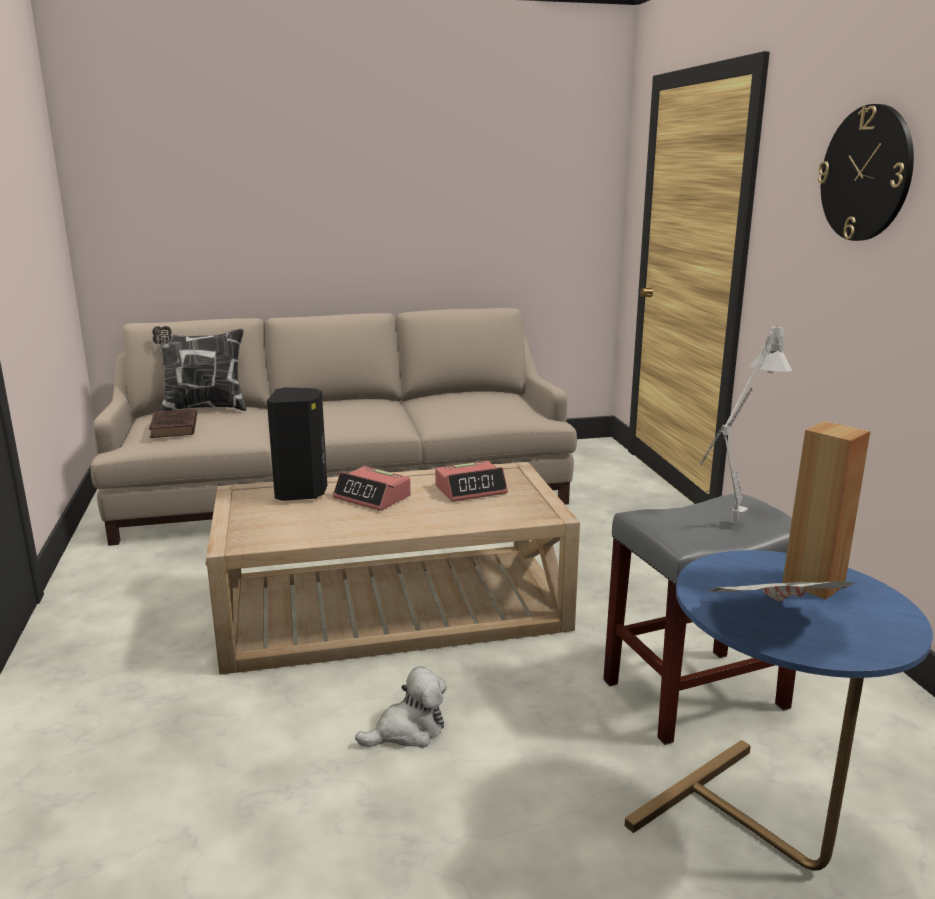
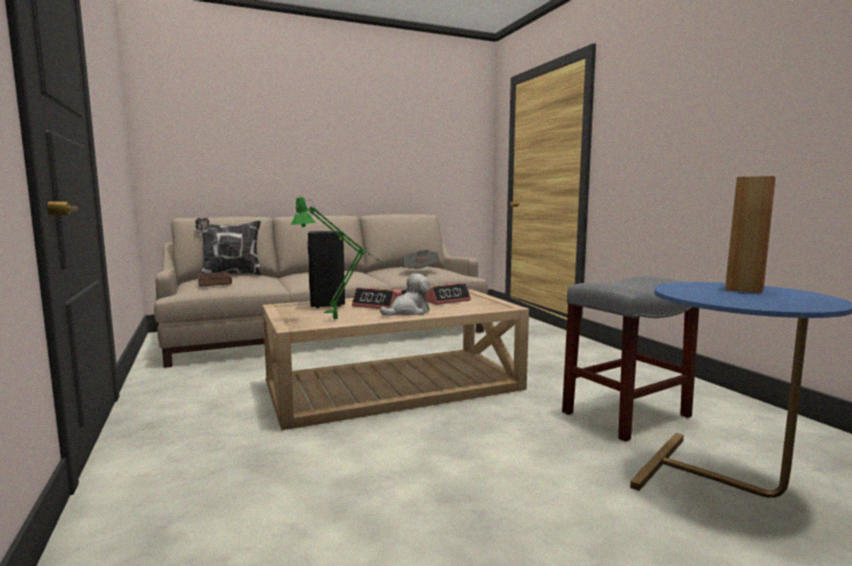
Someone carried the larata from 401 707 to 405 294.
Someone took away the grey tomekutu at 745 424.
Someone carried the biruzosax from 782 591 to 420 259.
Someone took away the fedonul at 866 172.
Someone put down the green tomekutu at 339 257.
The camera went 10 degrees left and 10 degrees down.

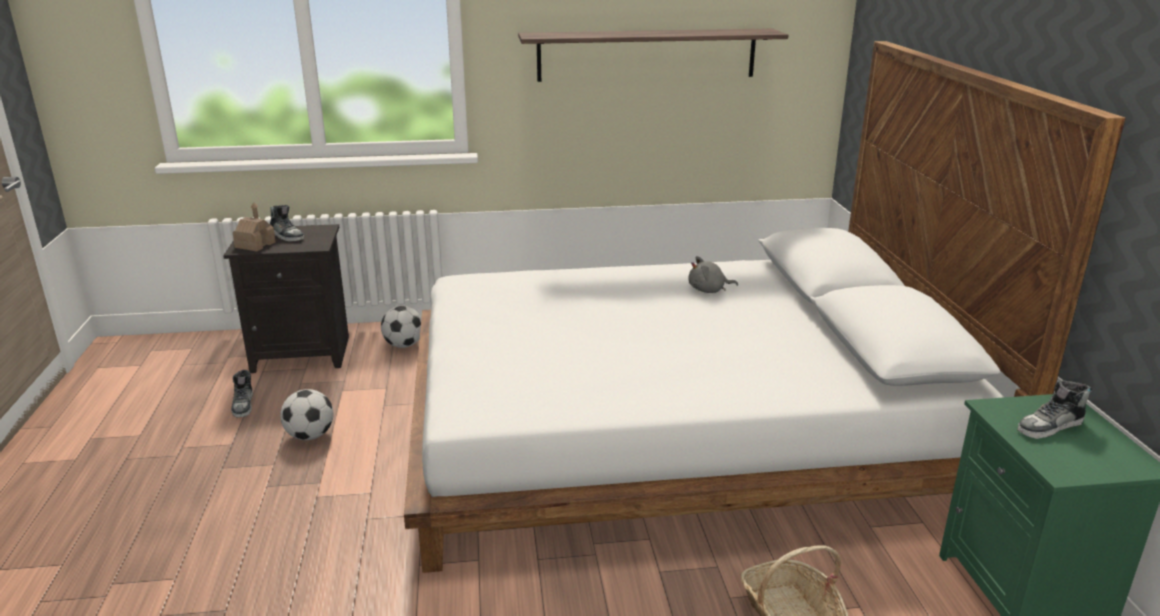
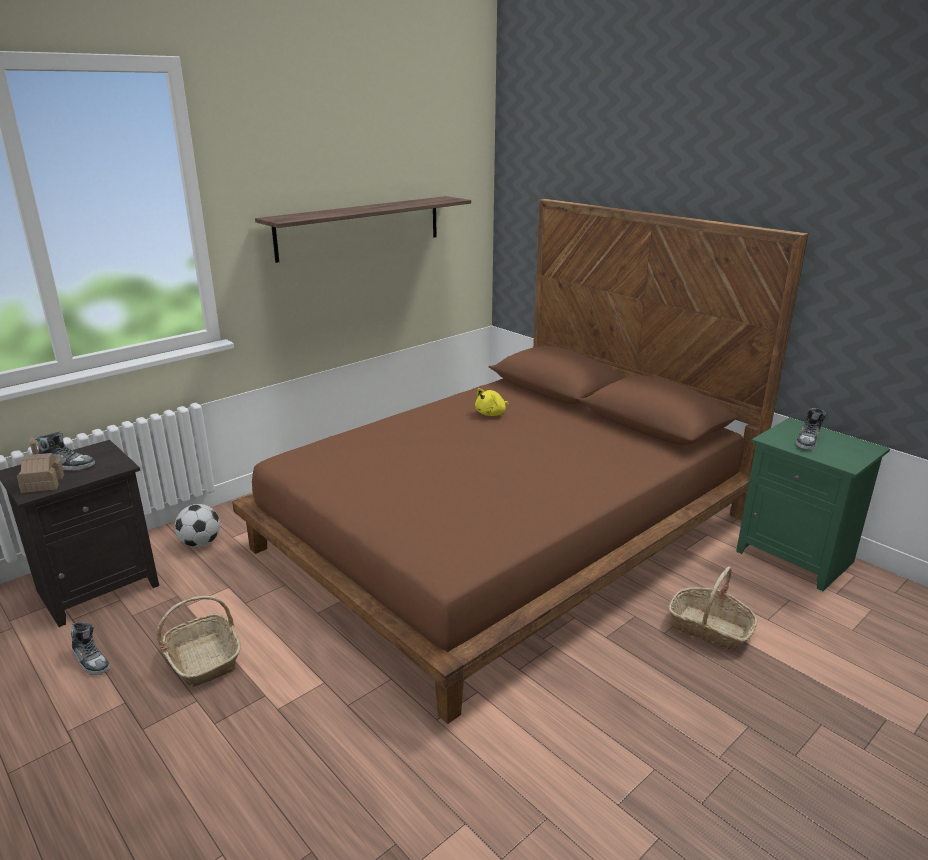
Someone swapped the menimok at 307 414 for the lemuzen at 199 641.
Someone repainted the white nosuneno at 765 307, which became the brown nosuneno at 520 461.
Someone repainted the grey larata at 713 274, which became the yellow larata at 492 402.
The camera went 35 degrees left and 0 degrees up.

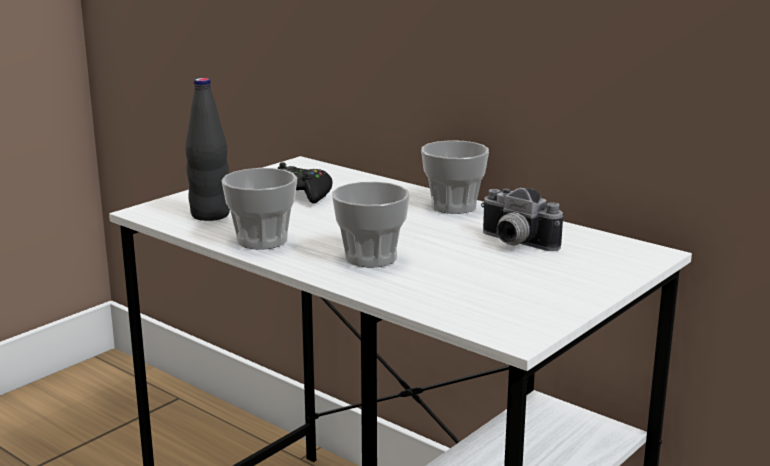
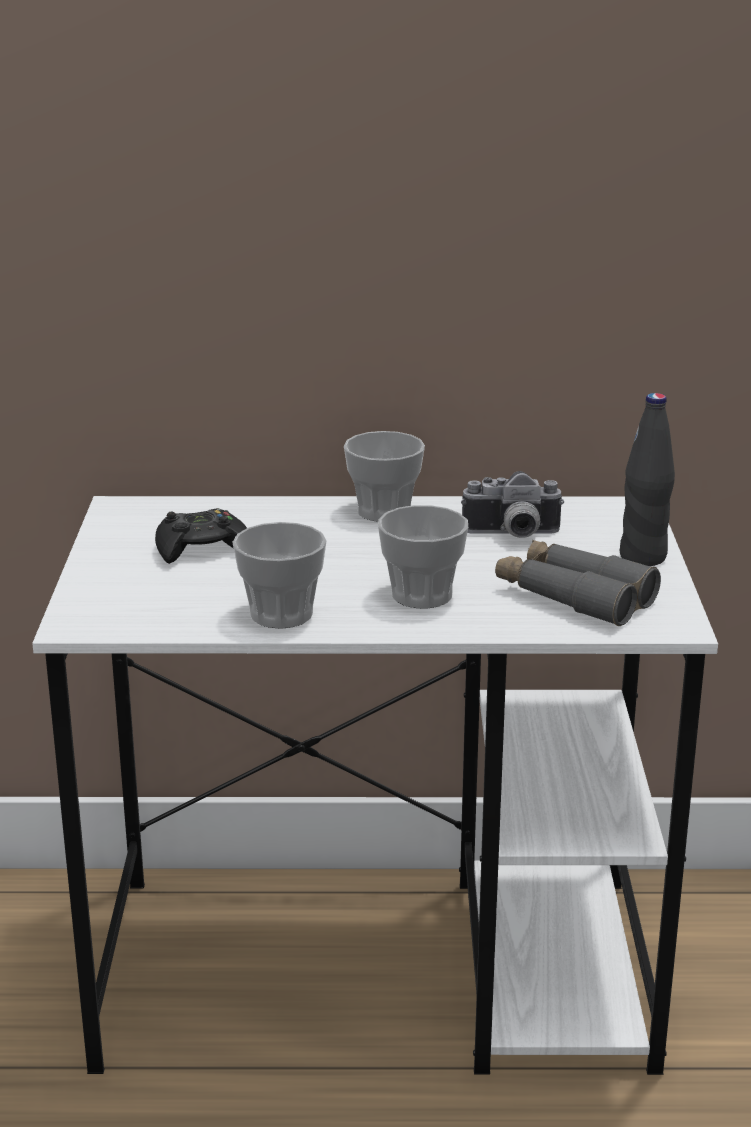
Someone carried the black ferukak from 207 149 to 647 479.
Someone put down the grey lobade at 578 583.
The camera went 40 degrees left and 5 degrees up.

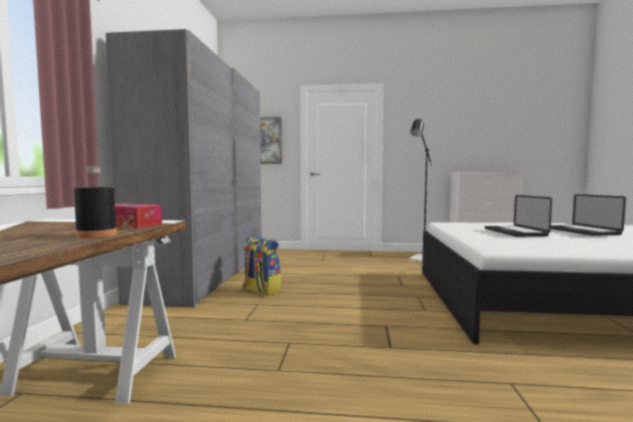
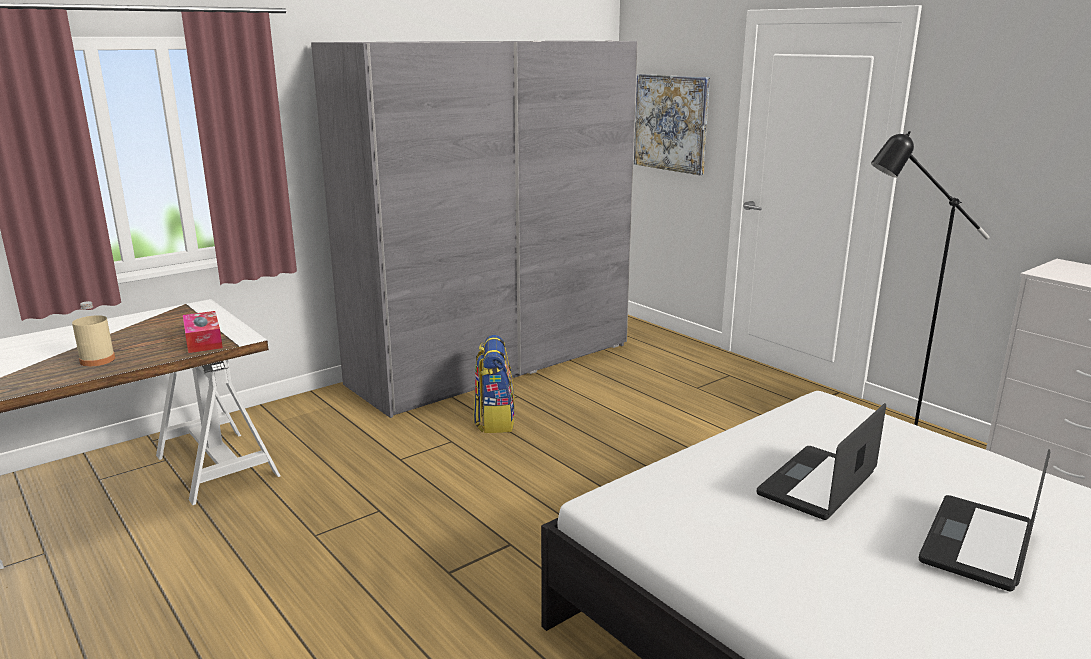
Someone took away the black ferukak at 95 202.
Someone put down the beige ferukak at 93 333.
The camera went 45 degrees right and 15 degrees up.

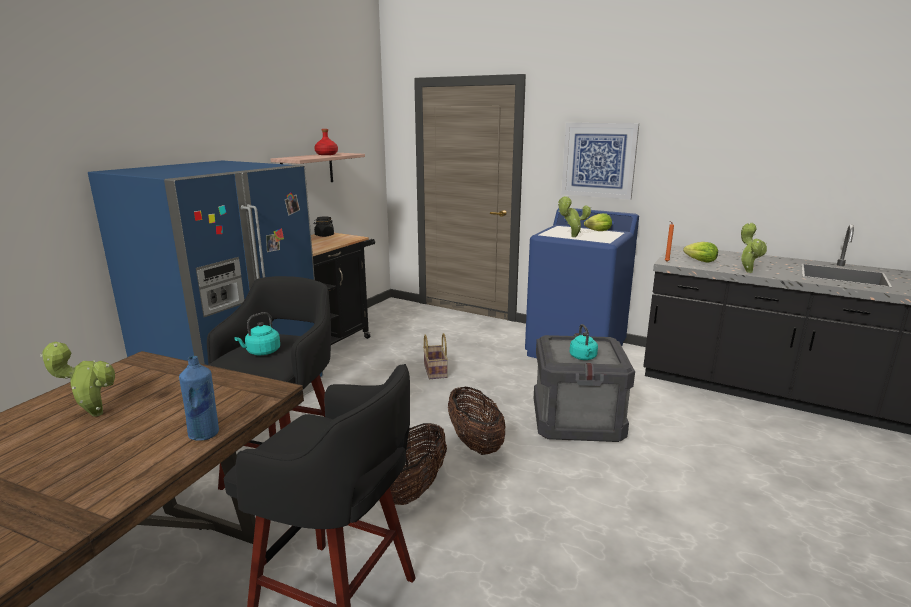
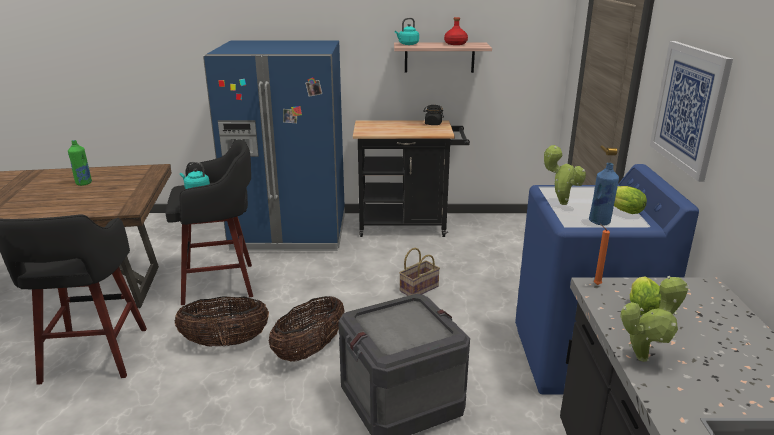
Someone swapped the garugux at 77 379 for the green ferukak at 80 163.
Someone carried the blue ferukak from 199 398 to 604 194.
Someone carried the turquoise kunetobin from 584 342 to 407 31.
The camera went 60 degrees right and 5 degrees up.

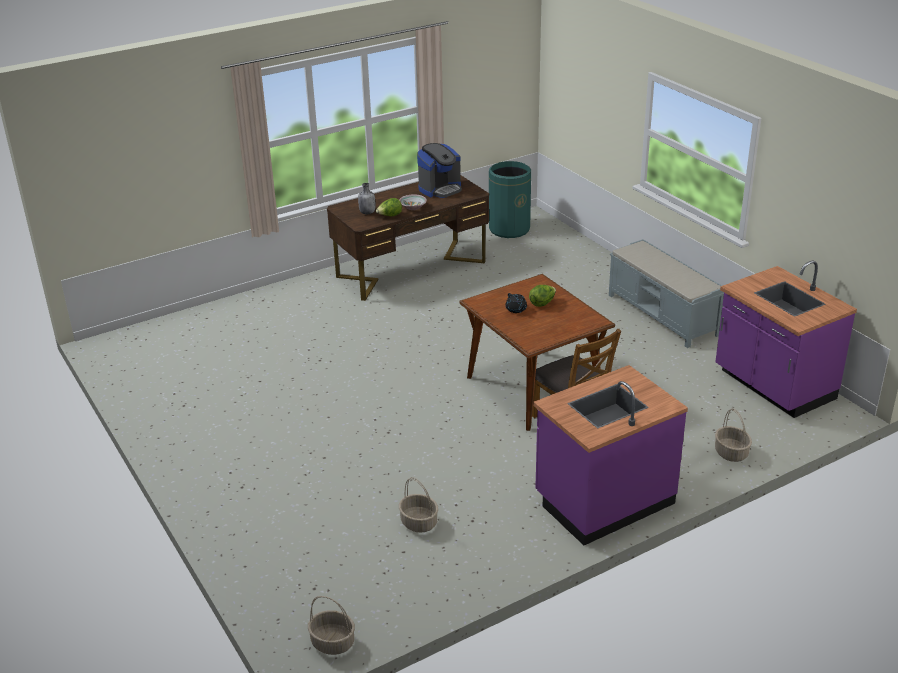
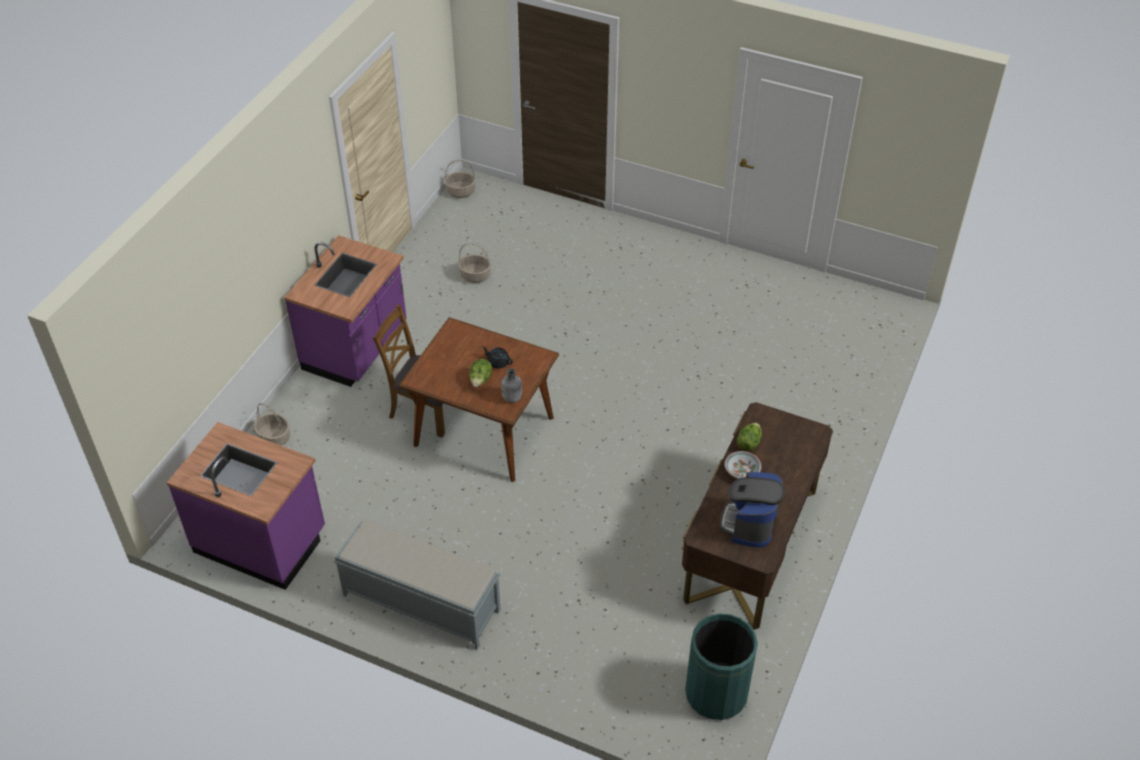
Someone carried the grey ferukak from 366 198 to 511 385.
The camera went 145 degrees right and 15 degrees up.

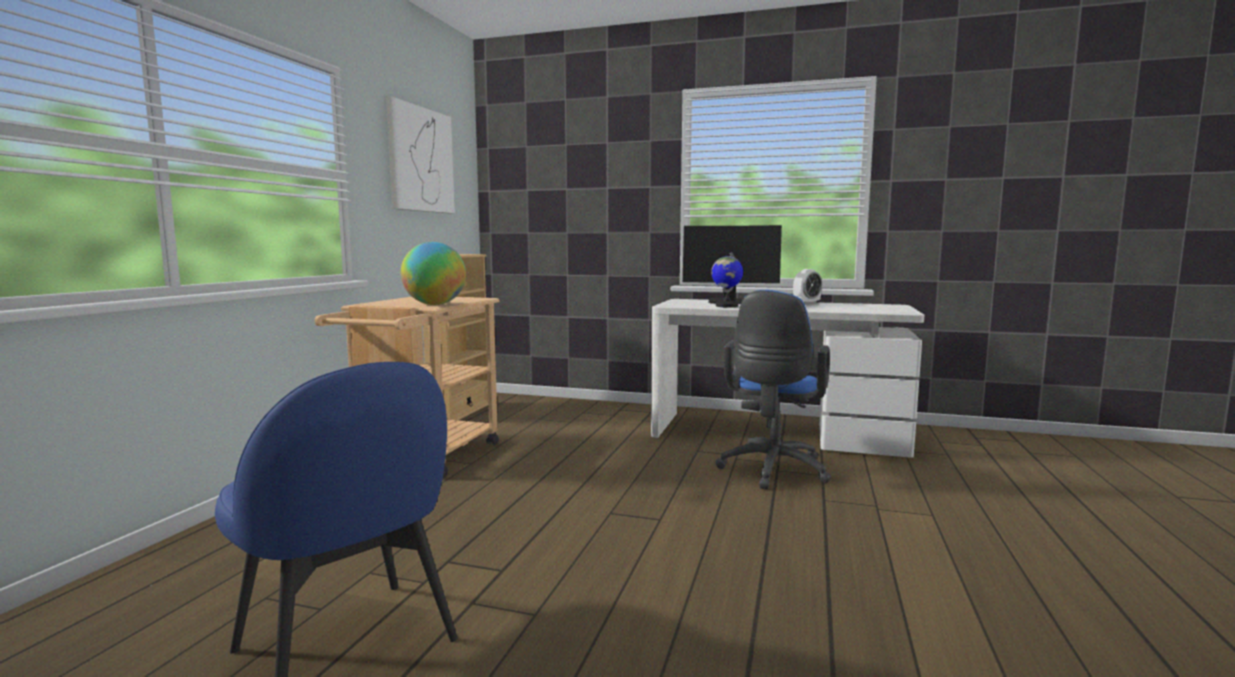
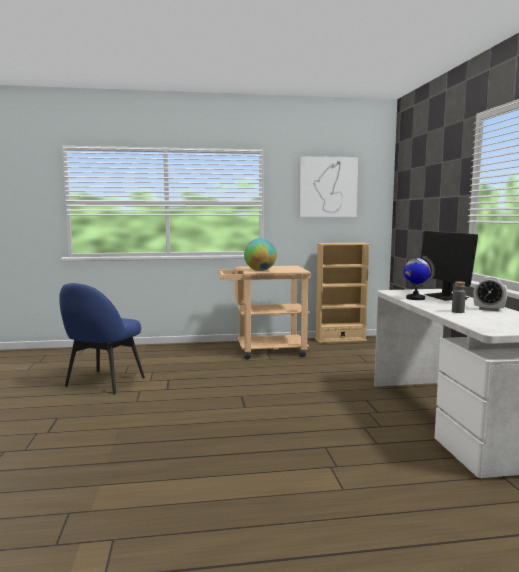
Someone took away the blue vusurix at 774 389.
Someone put down the grey ferukak at 459 297.
The camera went 65 degrees right and 0 degrees up.

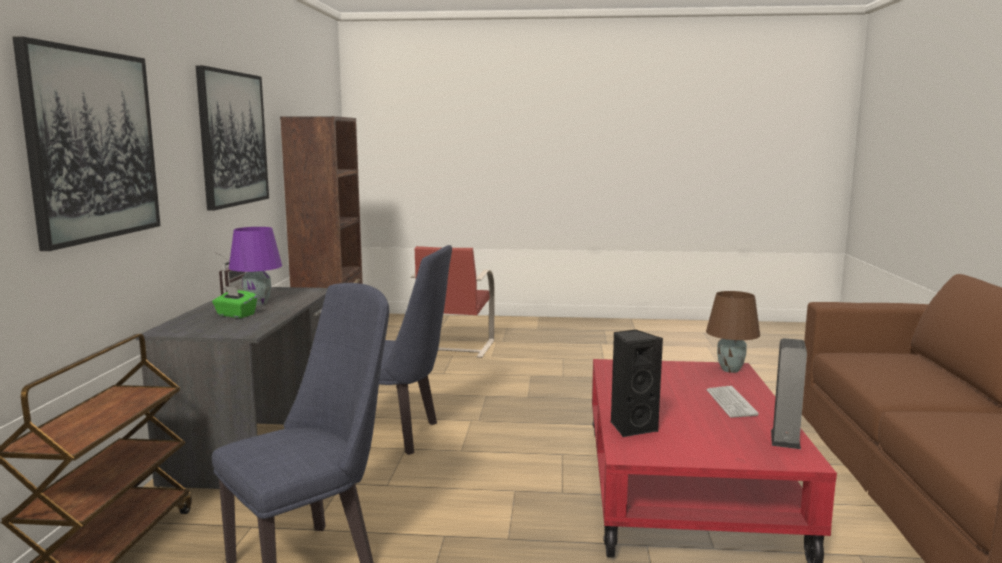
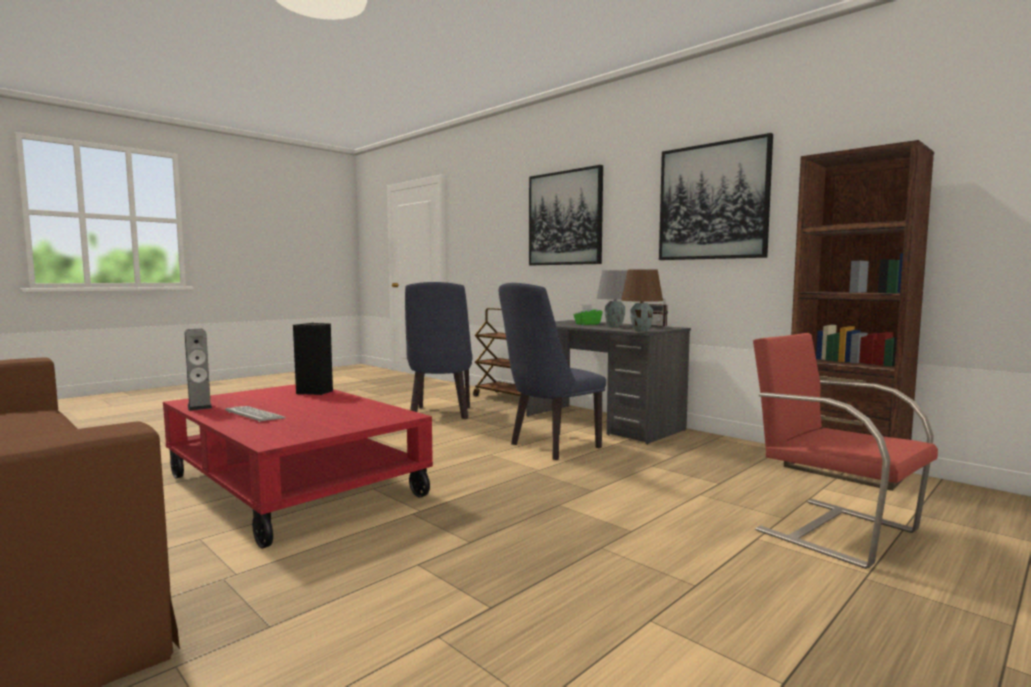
Someone repainted the purple tomekutu at 255 266, which became the grey tomekutu at 612 298.
Someone carried the brown tomekutu from 733 332 to 642 300.
The camera went 130 degrees right and 5 degrees down.

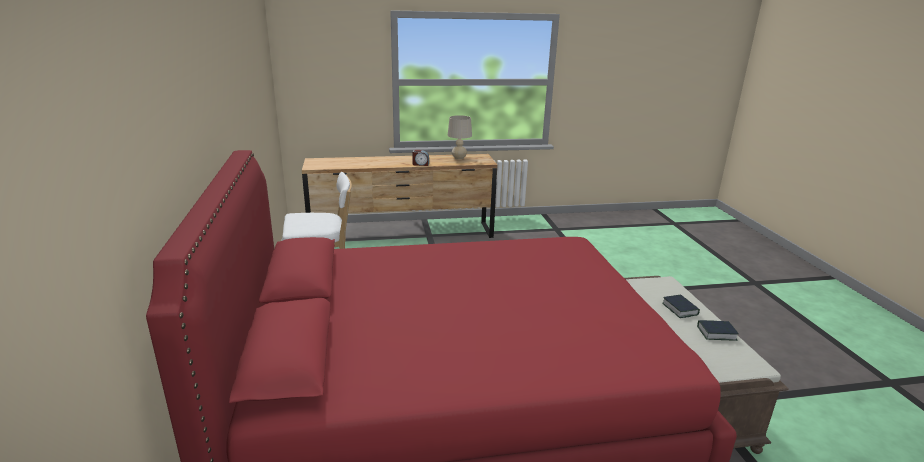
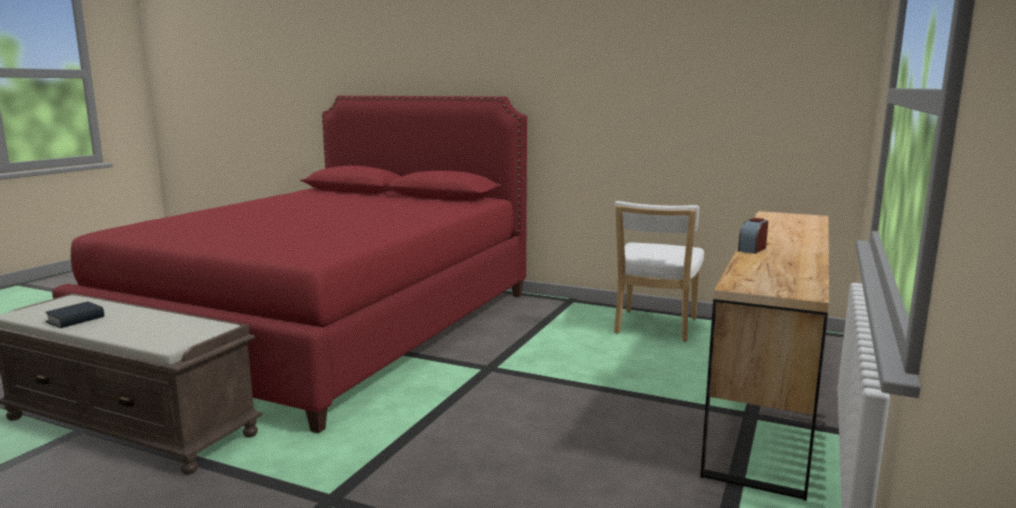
Someone took away the beige tomekutu at 460 137.
Someone took away the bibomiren at 681 306.
The camera went 125 degrees right and 10 degrees down.

